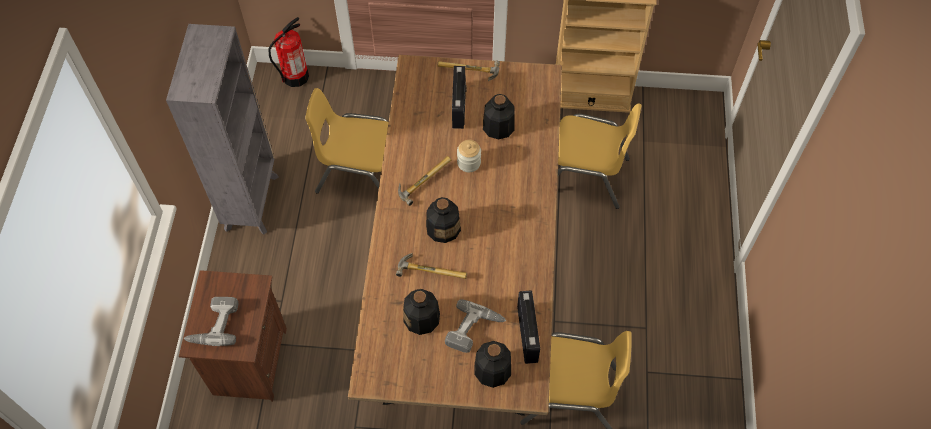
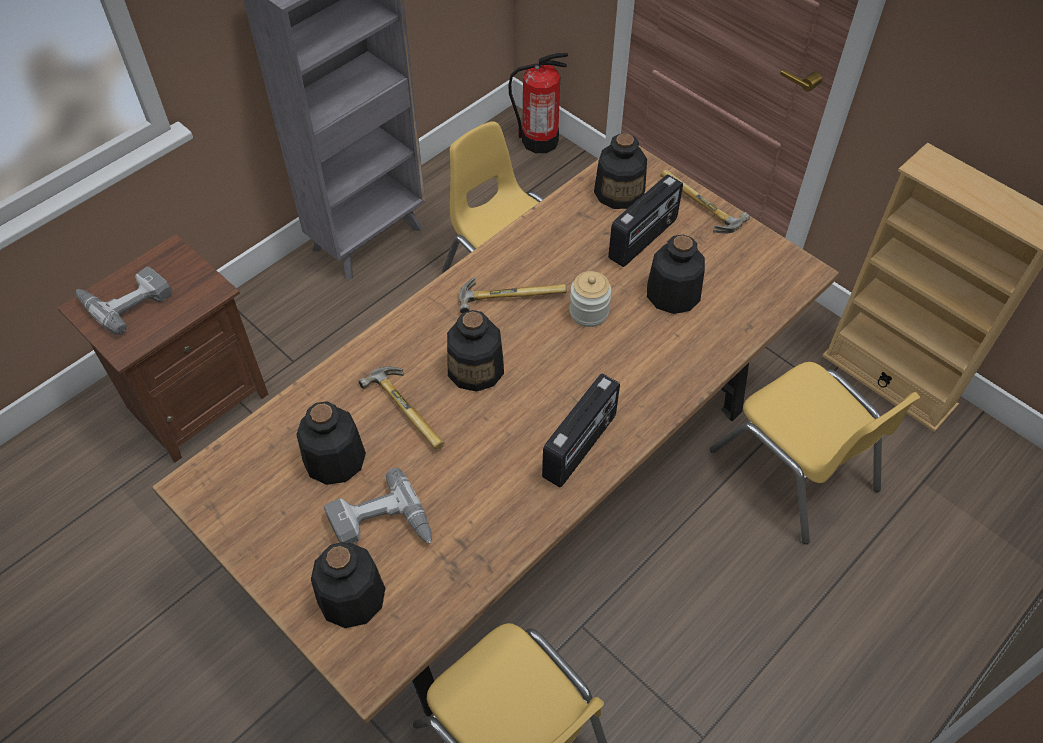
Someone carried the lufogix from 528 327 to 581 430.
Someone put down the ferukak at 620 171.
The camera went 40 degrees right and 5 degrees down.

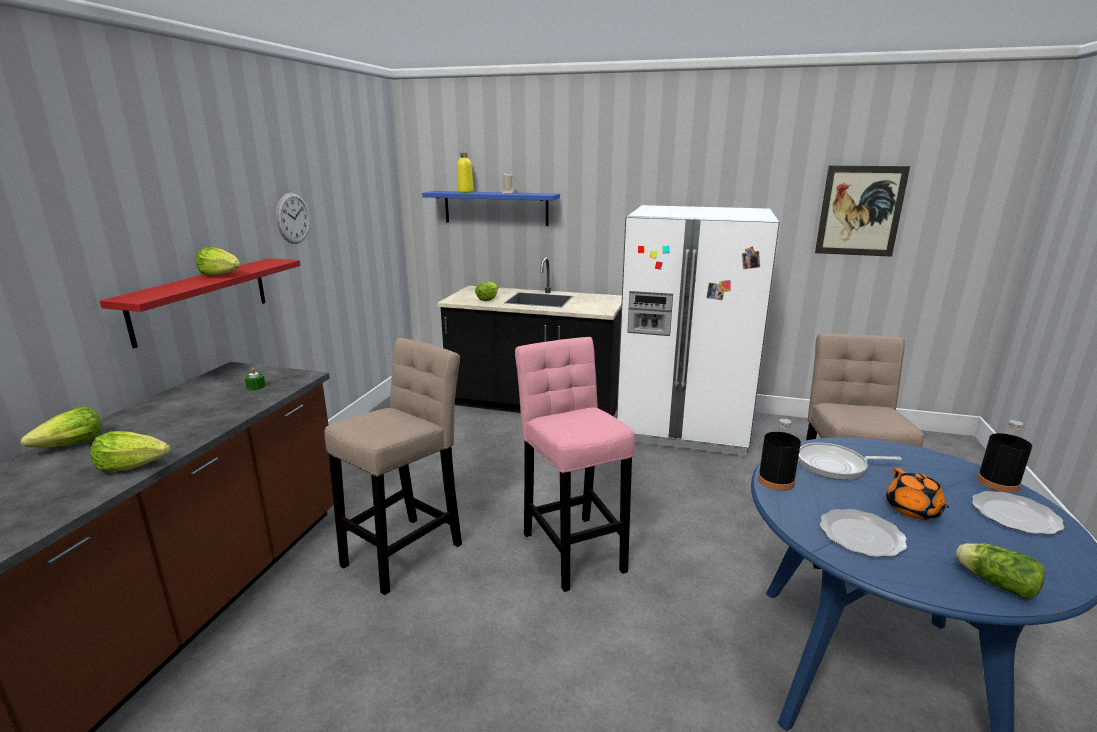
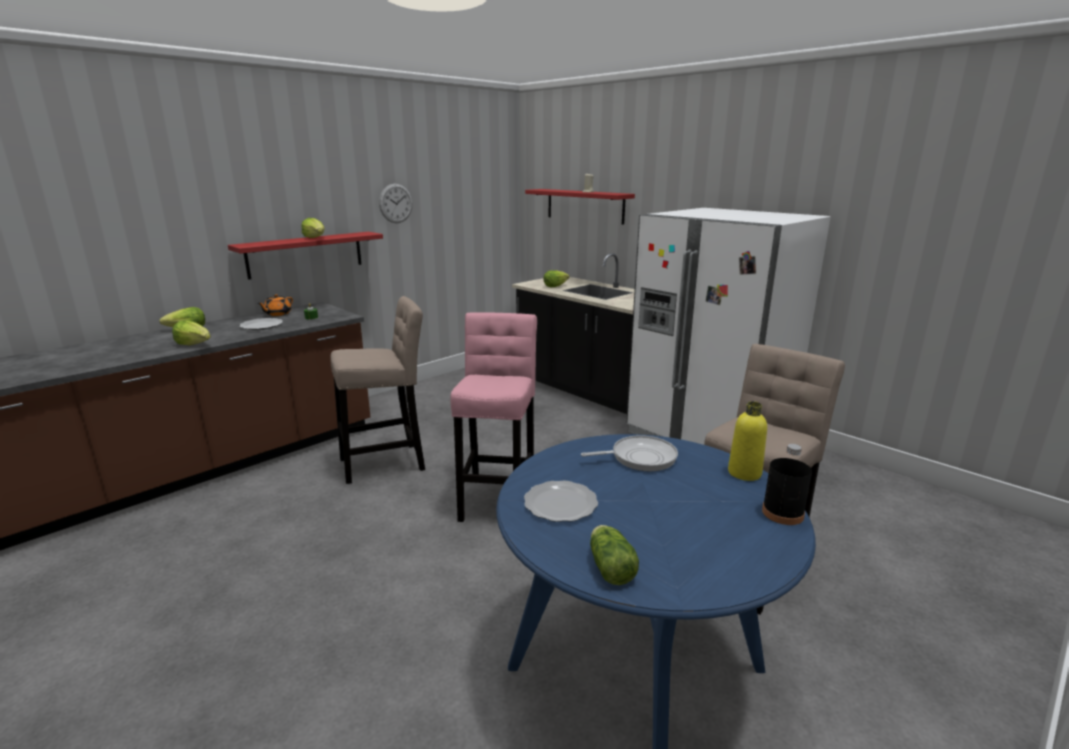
Someone repainted the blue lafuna at 491 208, which became the red lafuna at 580 207.
Someone carried the yellow ferukak from 465 173 to 747 441.
Someone took away the black ferukak at 779 454.
Someone rotated the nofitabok at 850 461 by 135 degrees clockwise.
Someone took away the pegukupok at 862 211.
Someone carried the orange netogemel from 918 494 to 275 305.
Someone carried the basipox from 1018 513 to 261 324.
The camera went 30 degrees right and 0 degrees up.

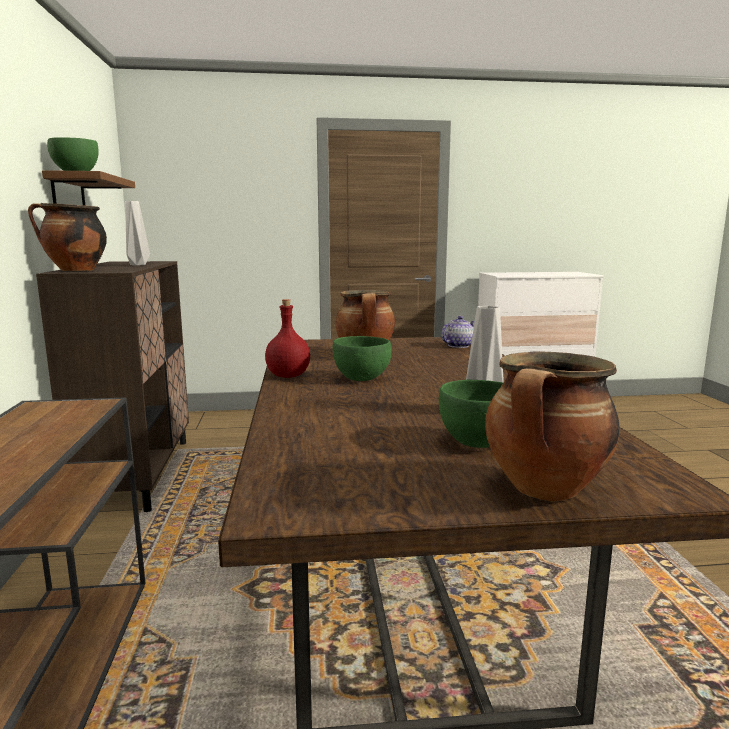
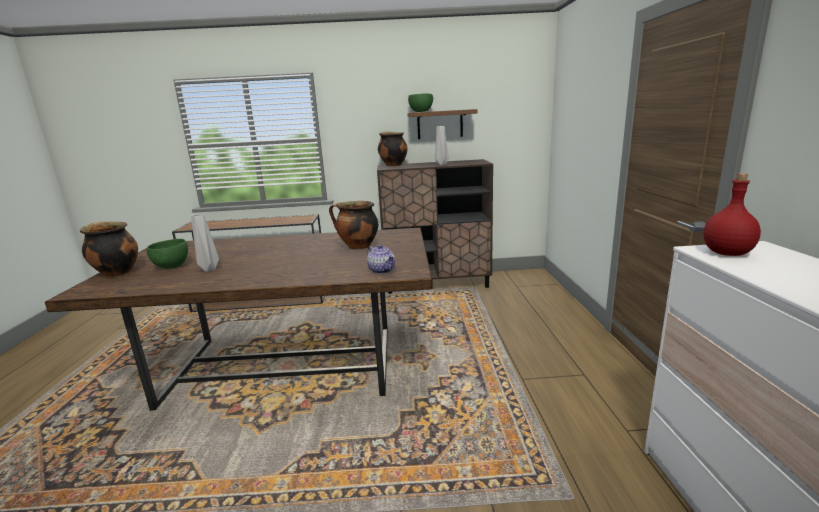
Someone carried the red ferukak from 287 338 to 732 214.
Someone took away the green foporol at 362 358.
The camera went 95 degrees right and 5 degrees up.

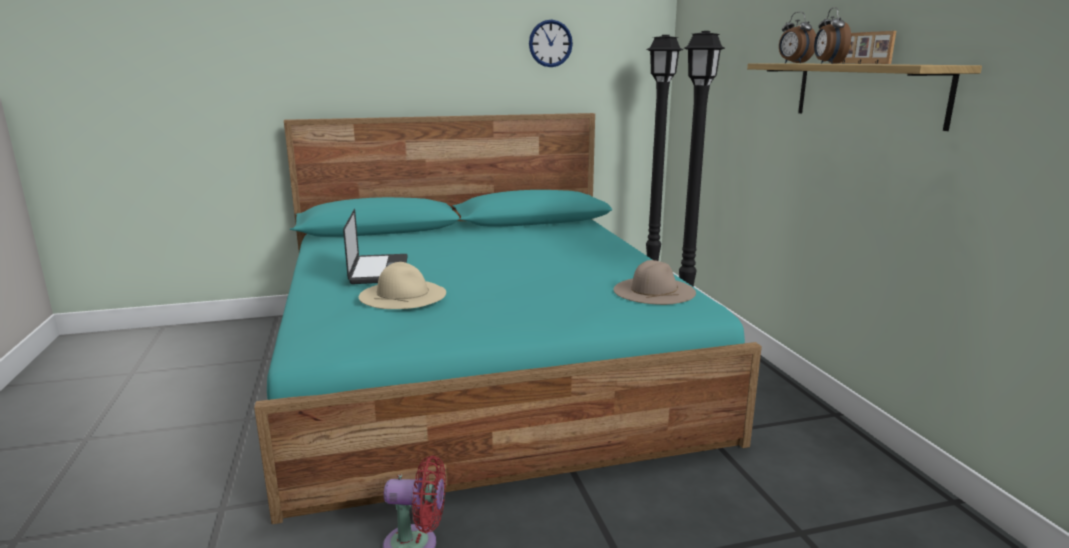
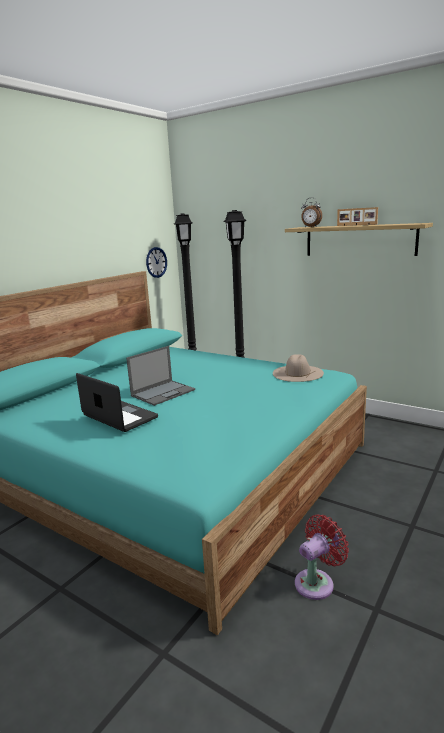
Someone took away the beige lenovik at 402 285.
Someone carried the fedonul from 551 43 to 156 262.
Someone took away the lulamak at 832 35.
Someone put down the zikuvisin at 160 376.
The camera went 40 degrees left and 0 degrees up.

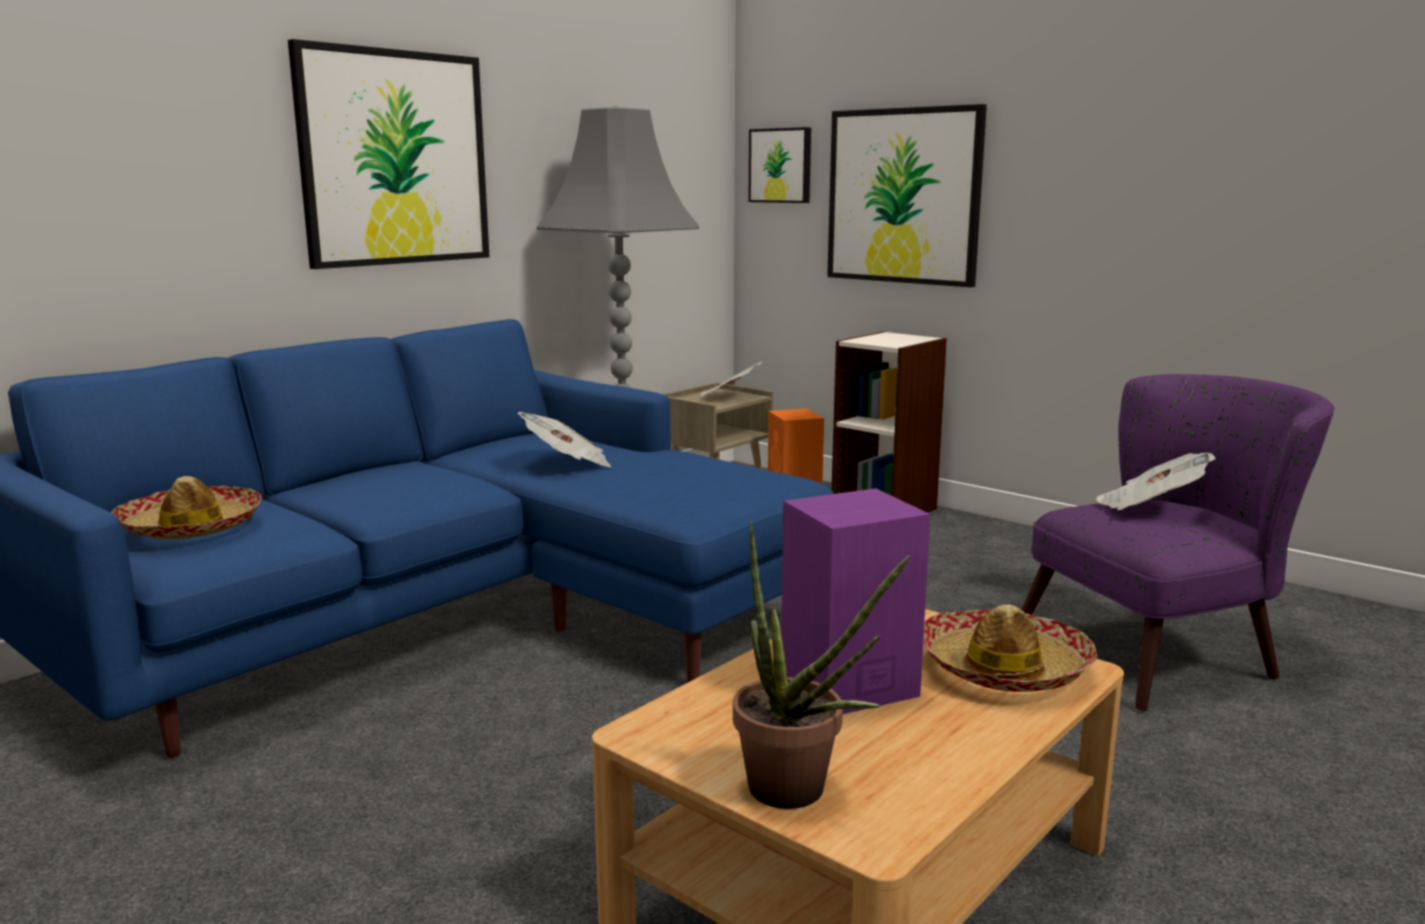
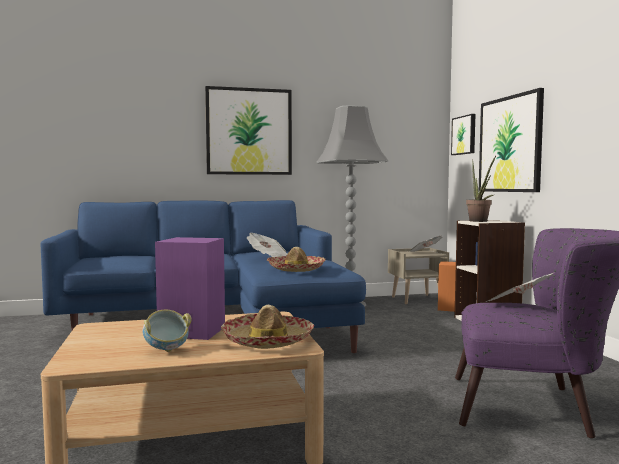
Someone carried the lenovik from 186 507 to 296 259.
Someone carried the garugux from 821 665 to 481 189.
Someone put down the foporol at 167 331.
The camera went 35 degrees right and 10 degrees down.

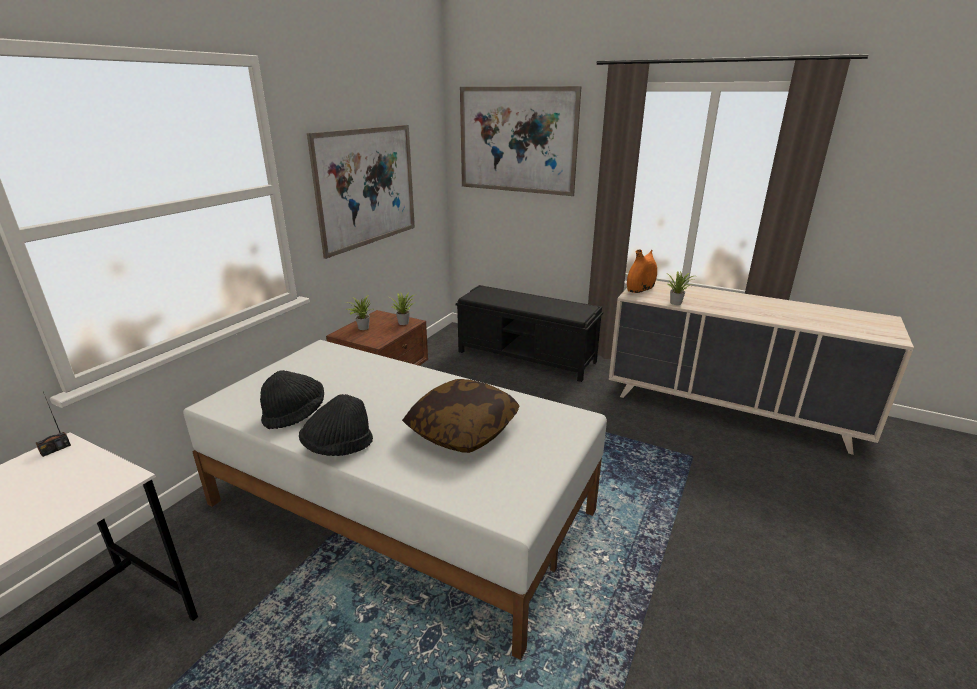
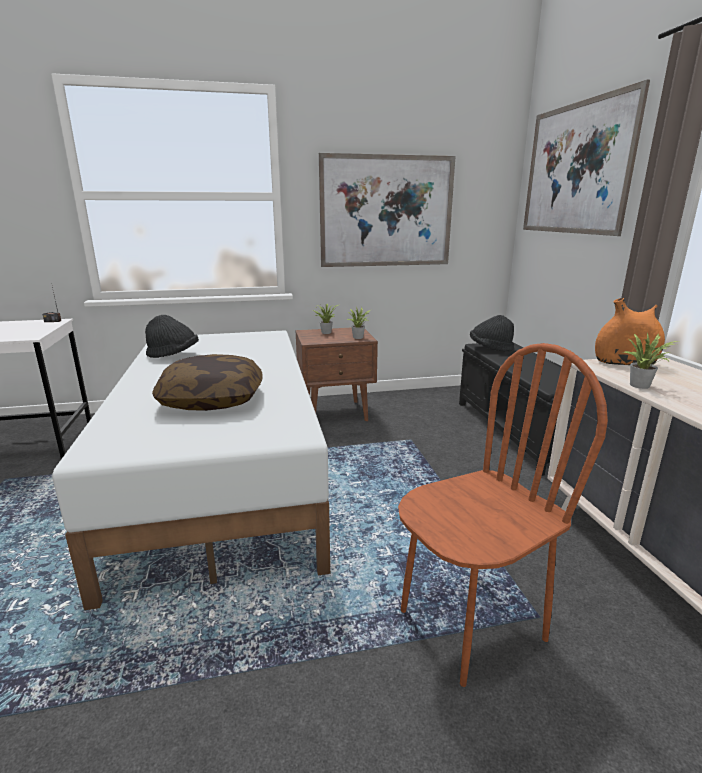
Someone carried the black lenovik from 336 425 to 492 333.
Someone put down the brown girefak at 503 515.
The camera went 50 degrees right and 5 degrees down.

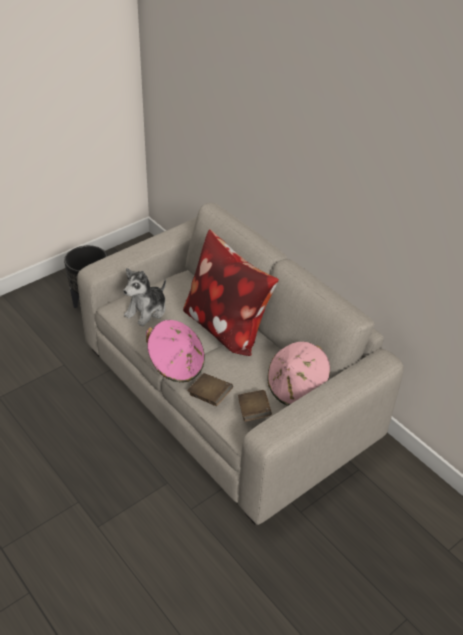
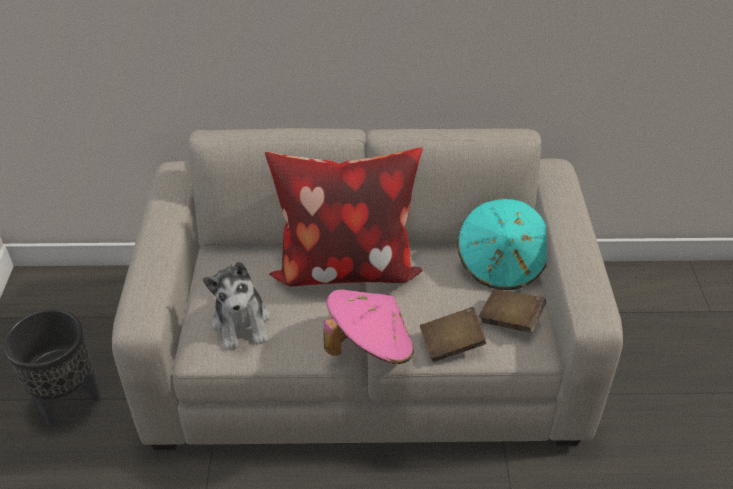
Someone repainted the pink lenovik at 298 374, which became the turquoise lenovik at 502 244.
The camera went 50 degrees left and 0 degrees up.

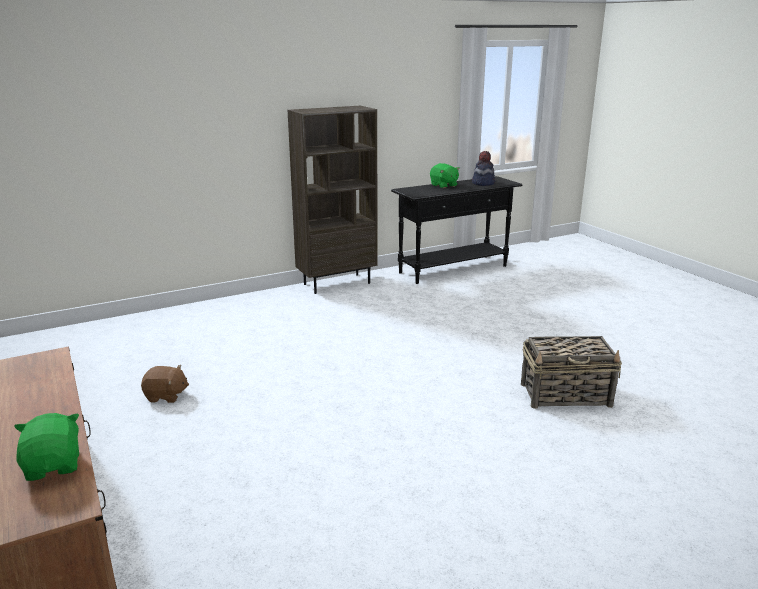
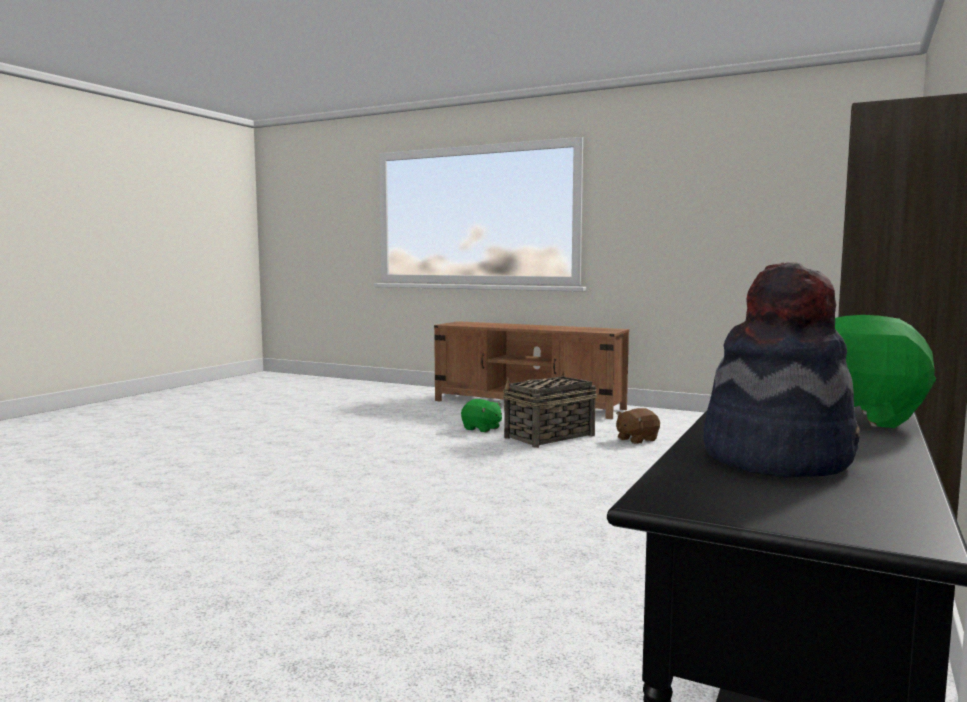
Someone carried the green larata from 46 447 to 481 416.
Someone carried the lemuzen from 571 372 to 550 409.
The camera went 145 degrees right and 15 degrees down.

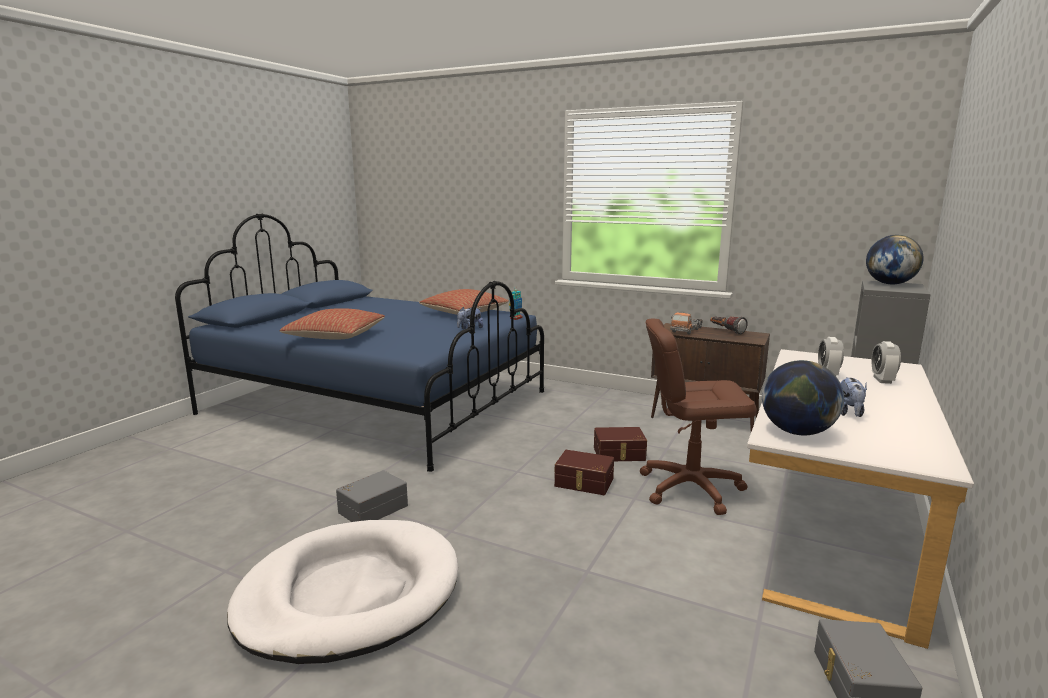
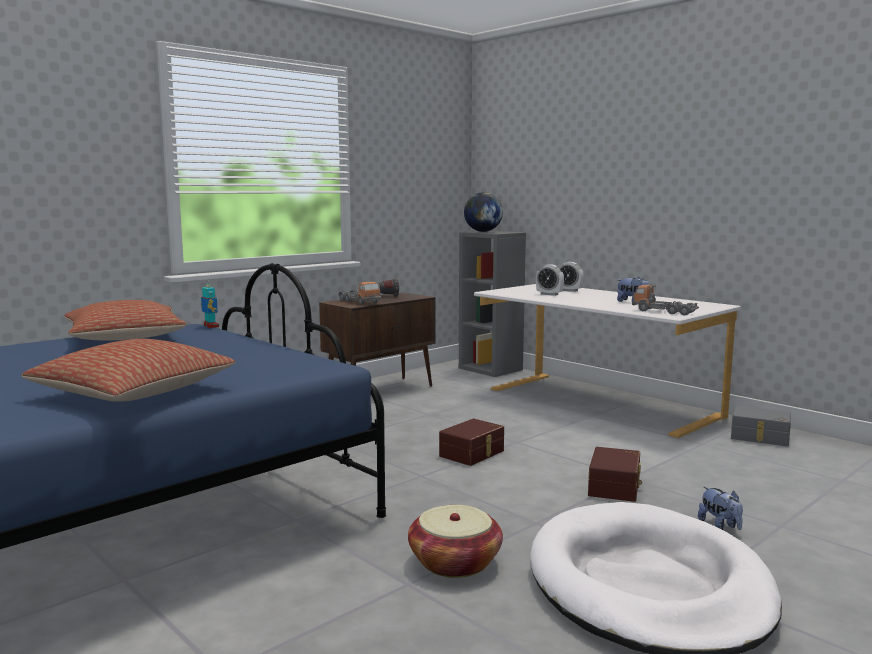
Someone swapped the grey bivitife at 372 496 for the lemuzen at 455 541.
Someone carried the larata from 470 318 to 720 508.
Someone carried the brown bivitife from 620 444 to 615 474.
Someone took away the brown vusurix at 698 416.
Someone swapped the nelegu at 803 398 for the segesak at 665 300.
The camera went 70 degrees left and 5 degrees down.

